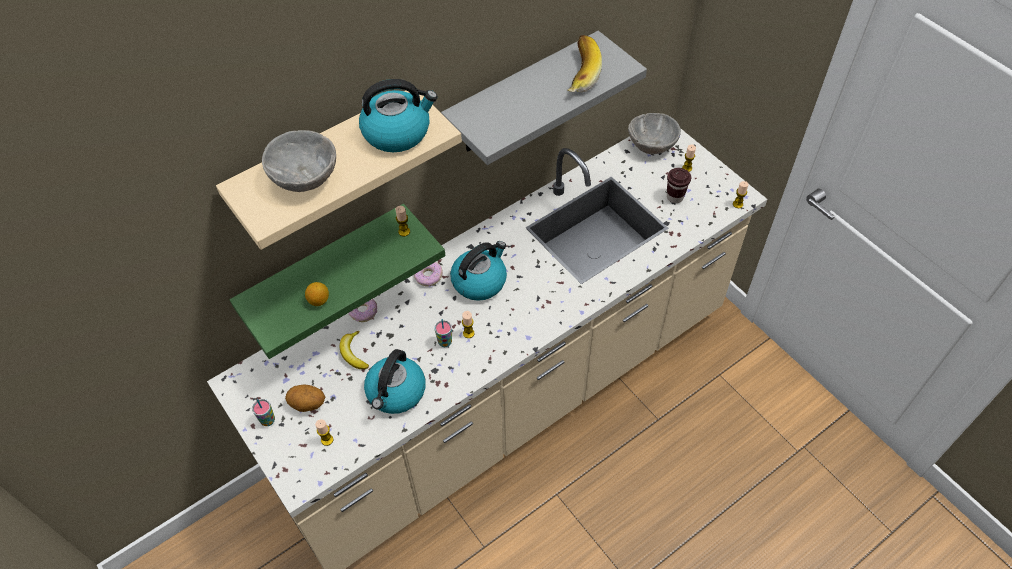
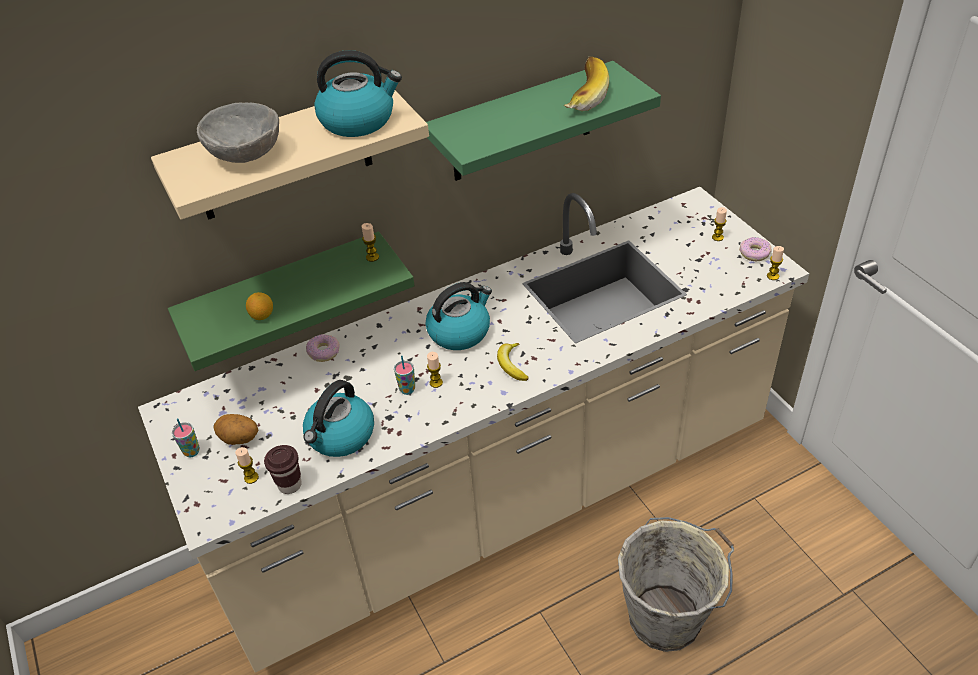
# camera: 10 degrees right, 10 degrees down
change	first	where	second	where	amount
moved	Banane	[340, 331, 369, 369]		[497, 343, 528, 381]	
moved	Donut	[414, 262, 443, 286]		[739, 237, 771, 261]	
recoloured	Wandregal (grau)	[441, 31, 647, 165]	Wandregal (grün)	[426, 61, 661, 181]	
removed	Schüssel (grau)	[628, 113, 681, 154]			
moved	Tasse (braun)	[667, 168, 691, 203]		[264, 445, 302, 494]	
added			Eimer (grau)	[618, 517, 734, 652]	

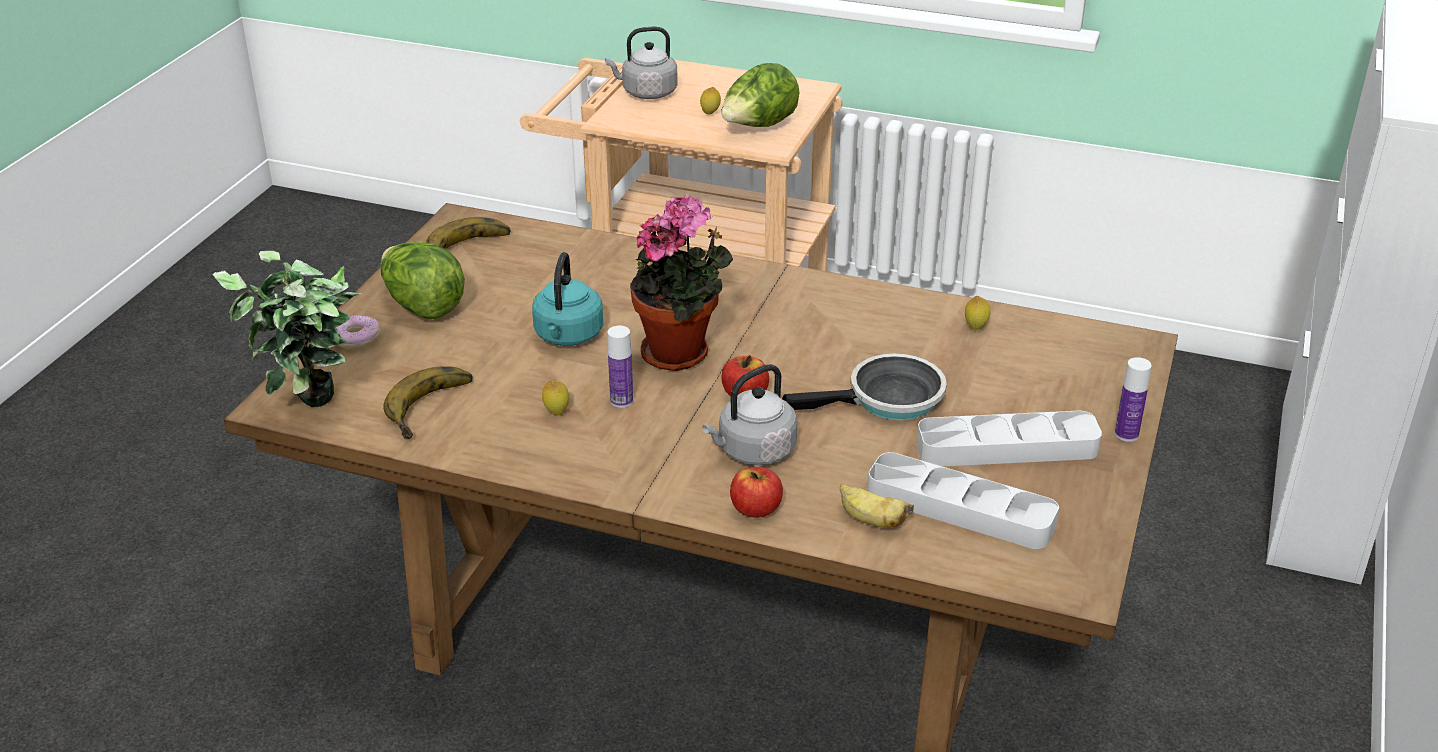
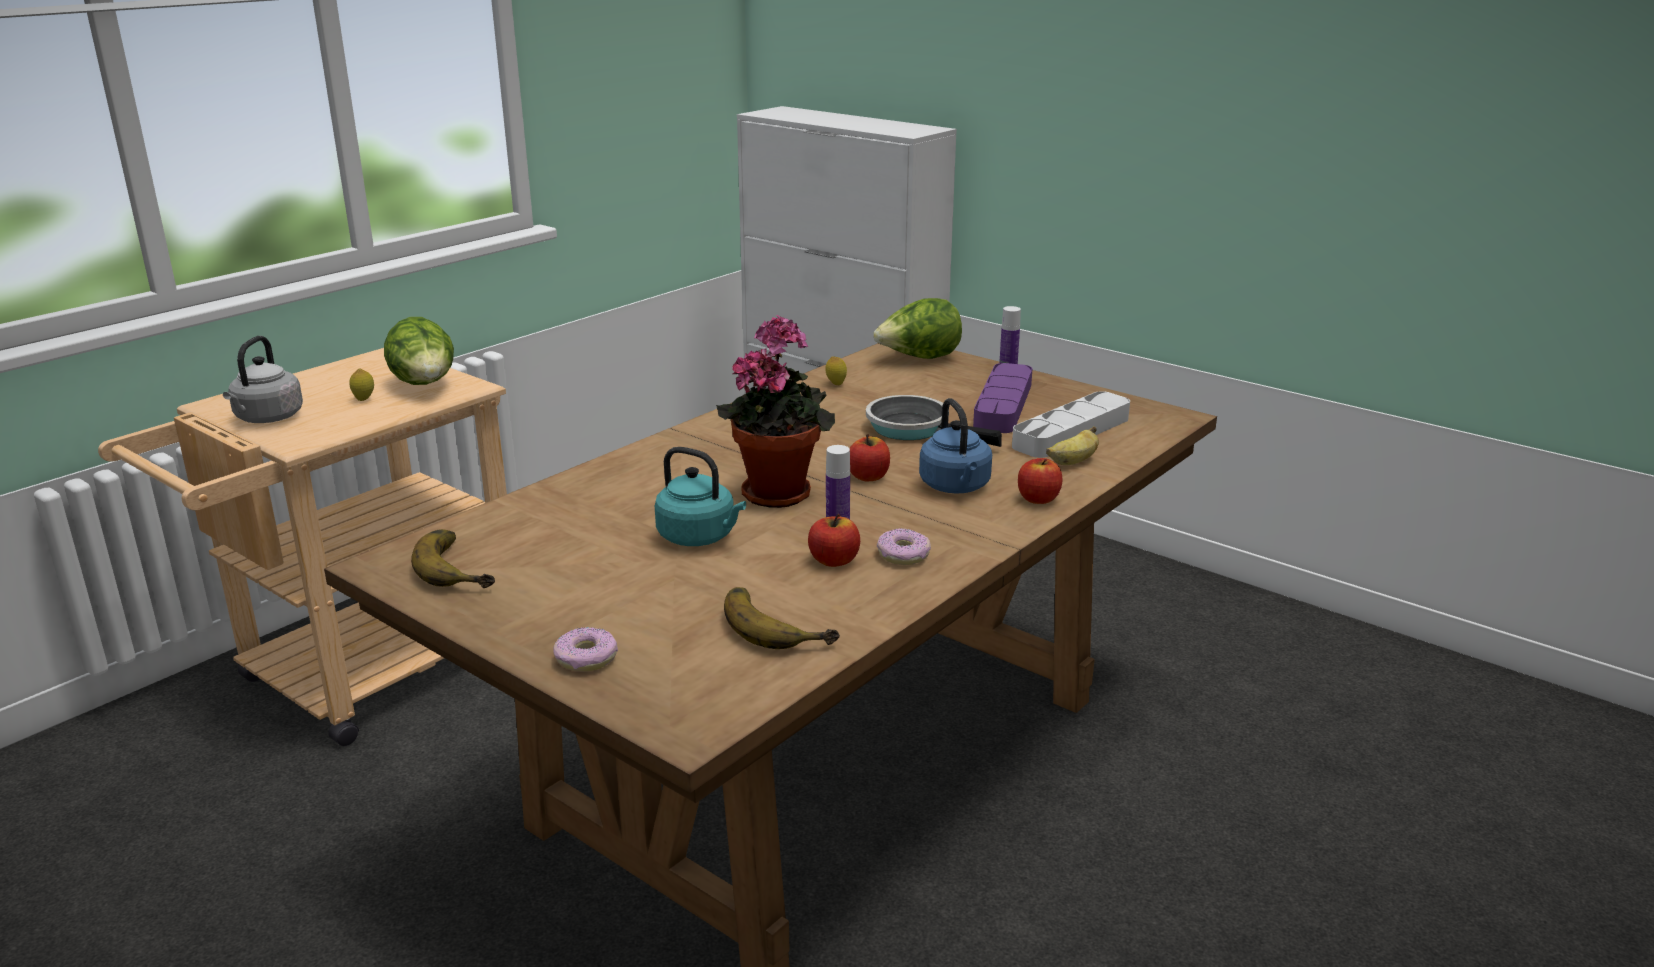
# camera: 70 degrees left, 10 degrees down
change	first	where	second	where	amount
removed	Topfpflanze	[213, 251, 362, 407]			
moved	Salatkopf	[381, 241, 465, 320]		[873, 298, 962, 359]	
replaced	Zitrone	[542, 380, 569, 415]	Apfel	[808, 514, 860, 567]	
recoloured	Wasserkessel (grau)	[702, 364, 797, 465]	Wasserkessel (blau)	[919, 398, 992, 494]	
turned	Pfanne	[782, 354, 947, 420]		[866, 395, 1002, 447]	60 degrees counterclockwise
recoloured	Tablett (grau)	[917, 411, 1102, 466]	Tablett (lila)	[973, 363, 1033, 433]	
added			Donut	[877, 528, 931, 565]	

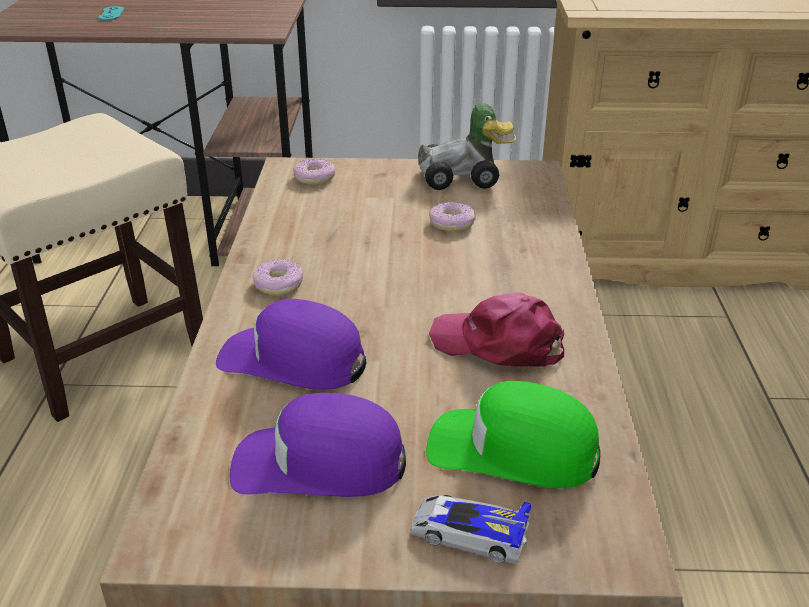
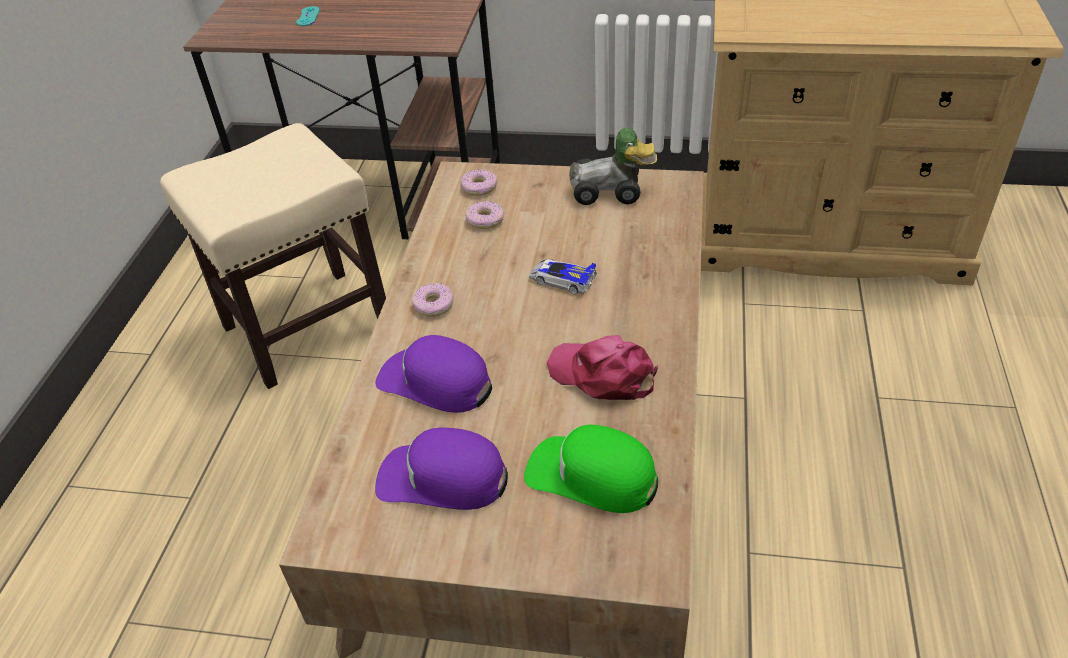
# camera: 10 degrees right, 10 degrees up
change	first	where	second	where	amount
moved	Spielzeugauto	[411, 495, 531, 564]		[529, 259, 597, 295]	
moved	Donut	[429, 202, 476, 231]		[465, 201, 504, 229]	

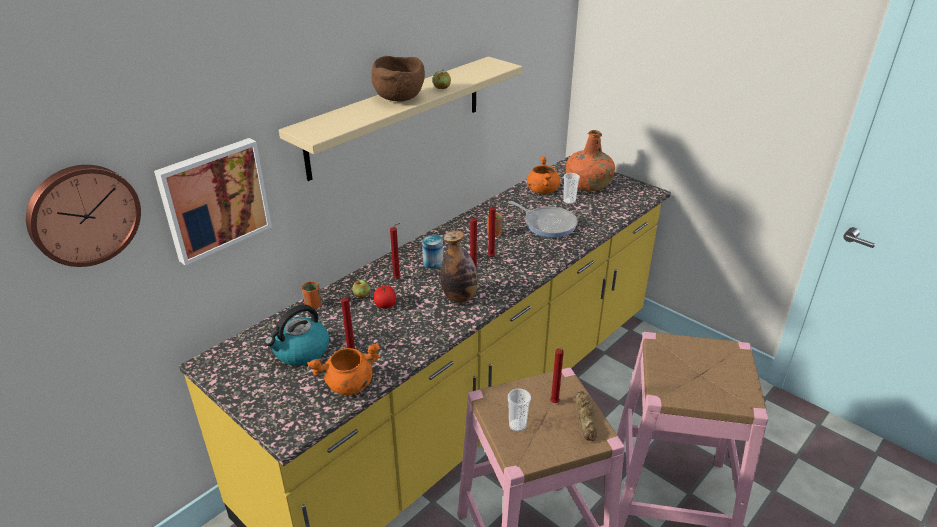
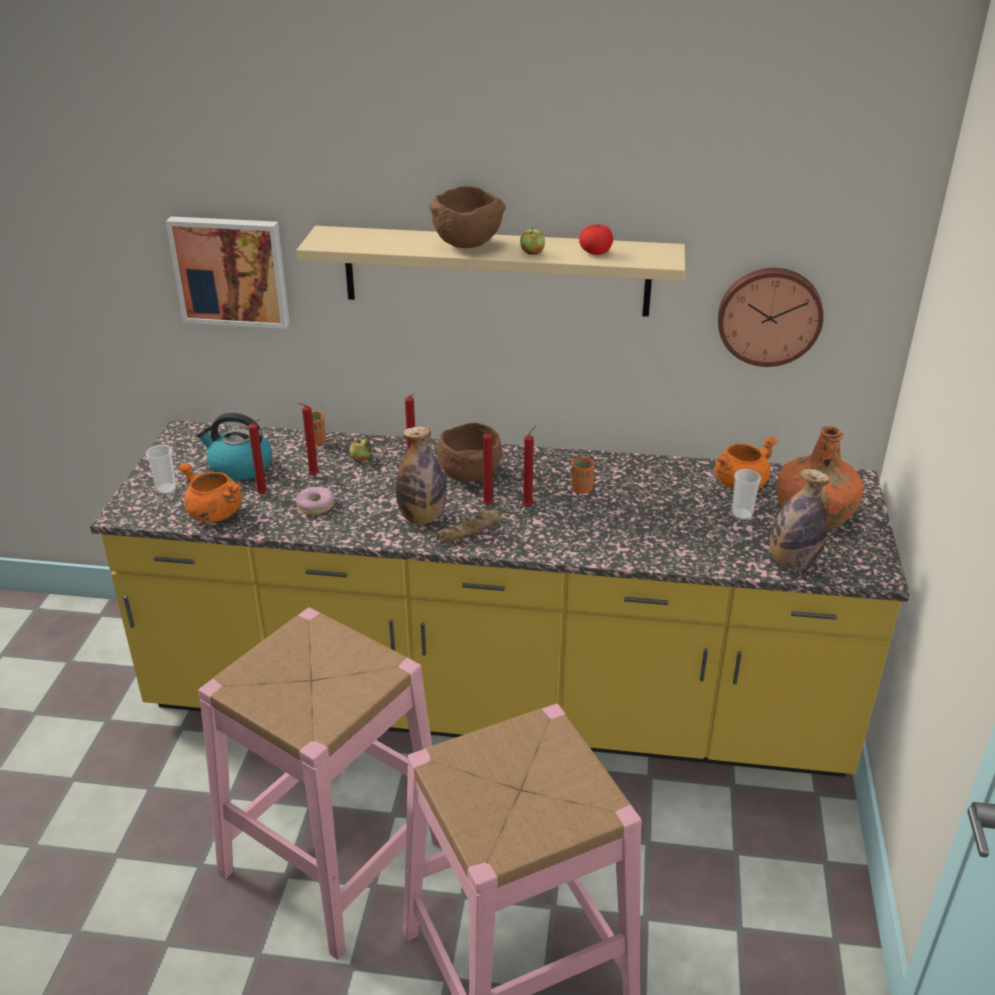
# camera: 55 degrees right, 0 degrees up
change	first	where	second	where	amount
moved	Wanduhr	[26, 165, 141, 267]		[718, 268, 824, 367]	
moved	Tomate	[374, 286, 396, 308]		[579, 224, 613, 255]	
replaced	Dose	[422, 235, 443, 269]	Schüssel (braun)	[437, 422, 502, 482]	
removed	Pfanne	[508, 201, 578, 238]			
moved	Tasse	[508, 388, 531, 432]		[146, 445, 177, 495]	
moved	Kerze (rot)	[550, 348, 564, 403]		[298, 403, 319, 476]	
moved	Brot	[575, 391, 597, 441]		[436, 510, 502, 543]	
added			Donut	[296, 487, 334, 515]	
added			Flasche	[770, 469, 830, 570]	

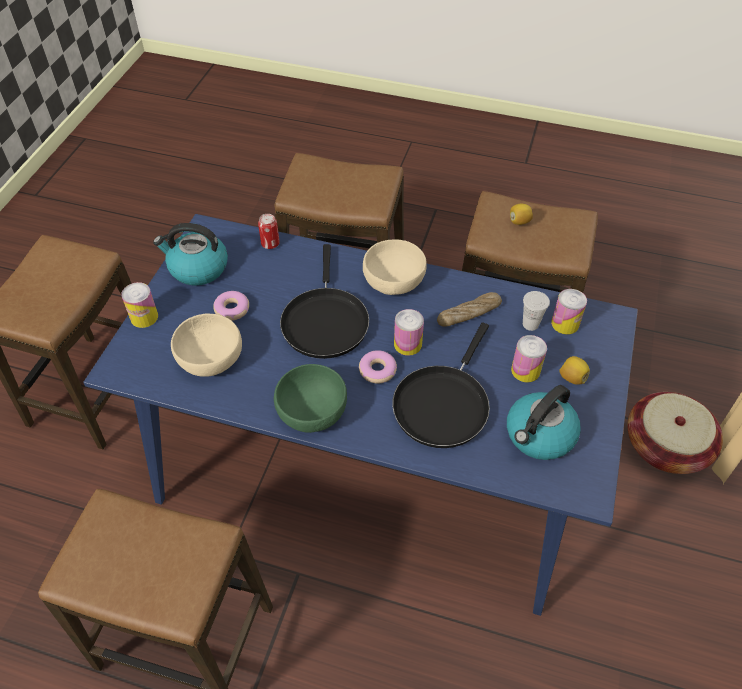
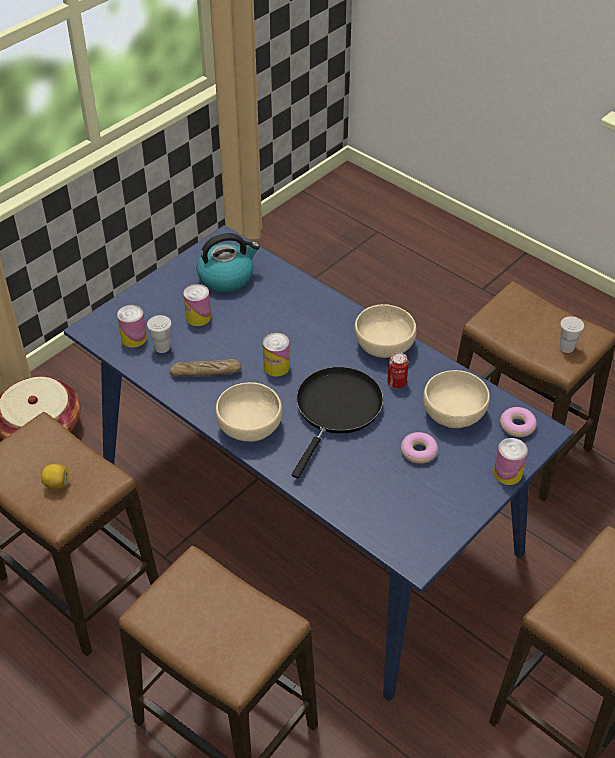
# camera: 155 degrees left, 5 degrees down
change	first	where	second	where	amount
removed	Wasserkessel	[153, 223, 228, 286]			
moved	Dose	[258, 214, 280, 249]		[387, 352, 409, 388]	
recoloured	Schüssel (grün)	[274, 364, 347, 433]	Schüssel (beige)	[354, 304, 417, 358]	
moved	Donut	[359, 350, 397, 383]		[500, 407, 537, 437]	
removed	Pfanne (schwarz)	[392, 322, 490, 448]			
removed	Zitrone	[559, 356, 590, 385]			
added			Tasse (weiß)	[560, 316, 584, 353]	

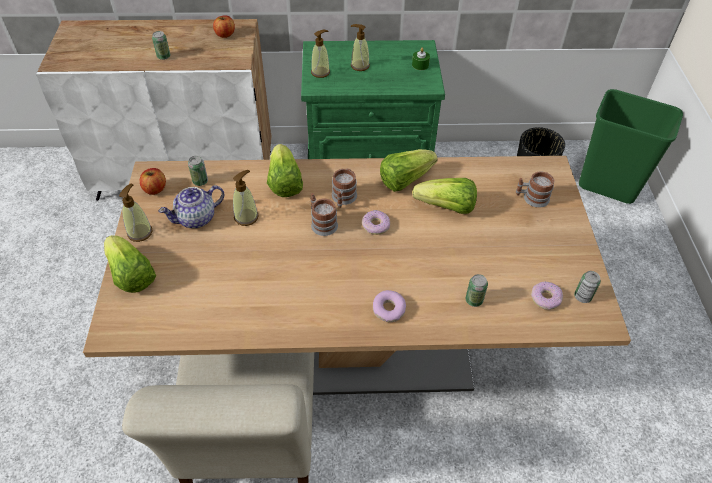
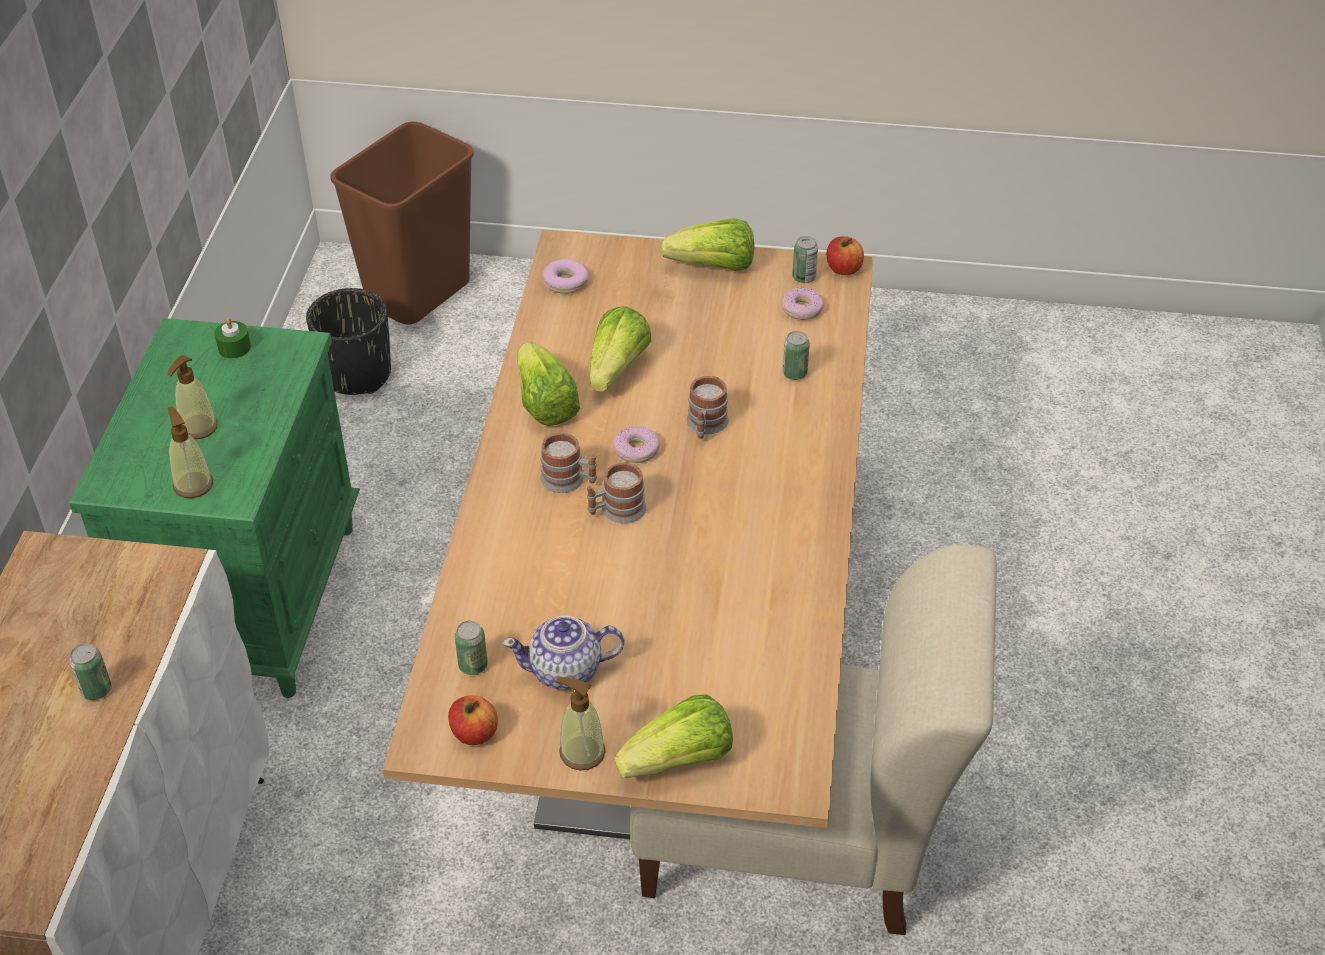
# camera: 80 degrees left, 5 degrees down
change	first	where	second	where	amount
turned	Teekanne	[158, 185, 224, 228]		[502, 616, 625, 690]	105 degrees clockwise
moved	Apfel	[213, 15, 235, 38]		[827, 236, 864, 275]	
removed	Seifenspender	[233, 170, 259, 226]			
moved	Salatkopf	[267, 144, 303, 197]		[661, 218, 754, 271]	
moved	Donut	[373, 290, 406, 322]		[542, 259, 589, 294]	
moved	Henkelbecher	[516, 171, 555, 208]		[687, 376, 729, 439]	
recoloured	Mülleimer (grün)	[579, 89, 683, 204]	Mülleimer (braun)	[330, 121, 474, 325]	

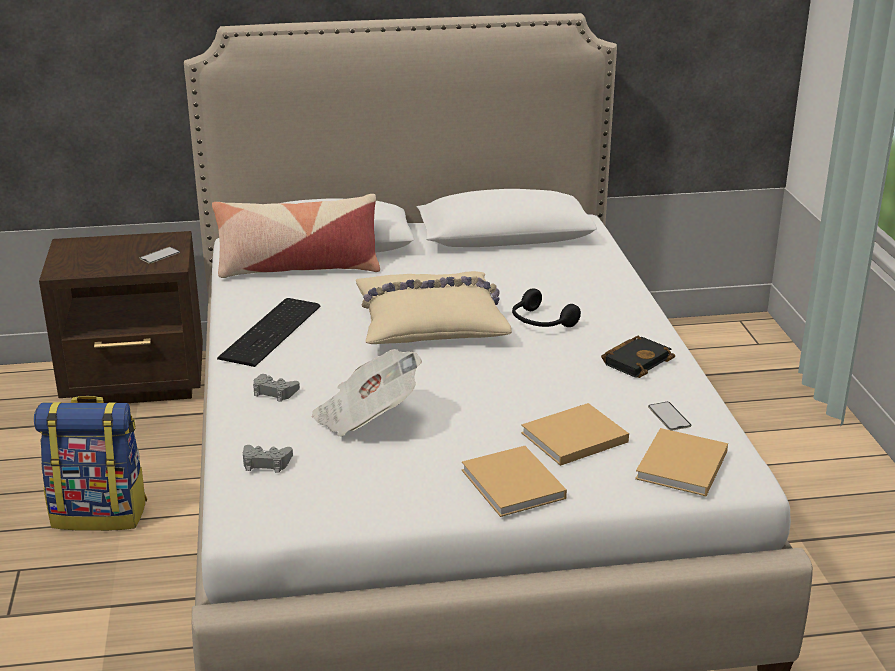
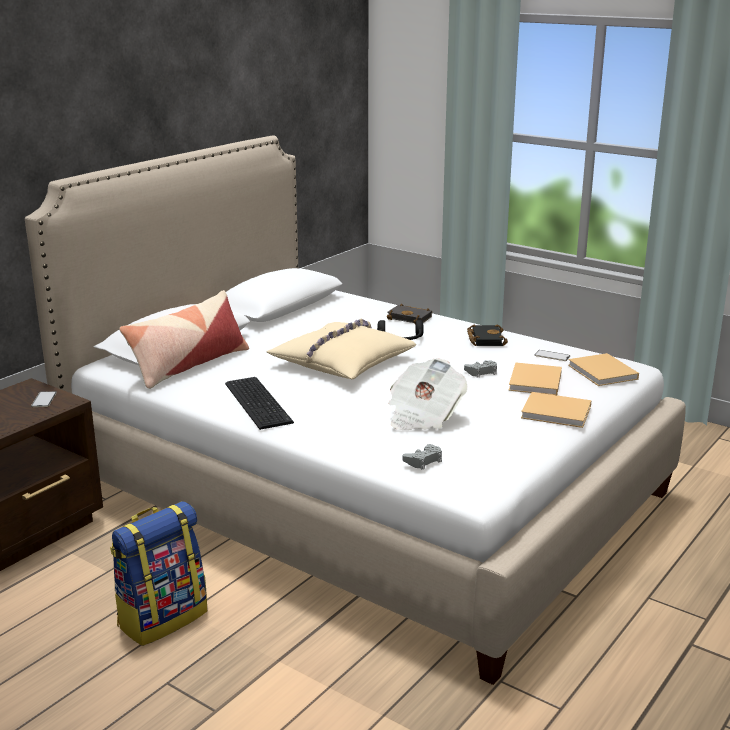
# camera: 45 degrees left, 5 degrees down
change	first	where	second	where	amount
moved	Gamepad (grau)	[253, 374, 300, 402]		[464, 360, 497, 378]	
added			Buch (schwarz)	[387, 304, 432, 324]	

